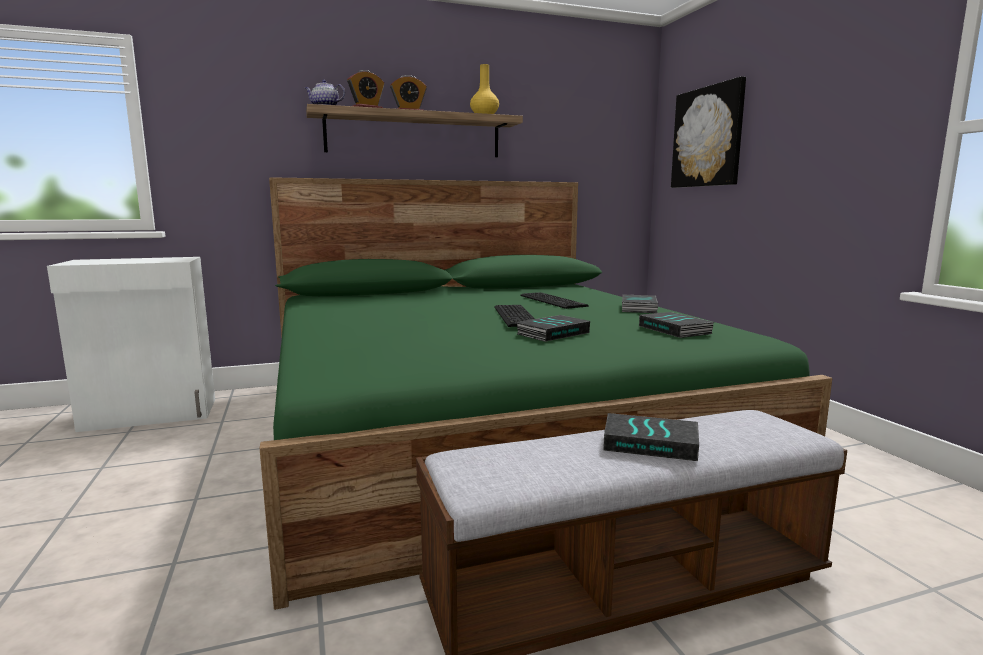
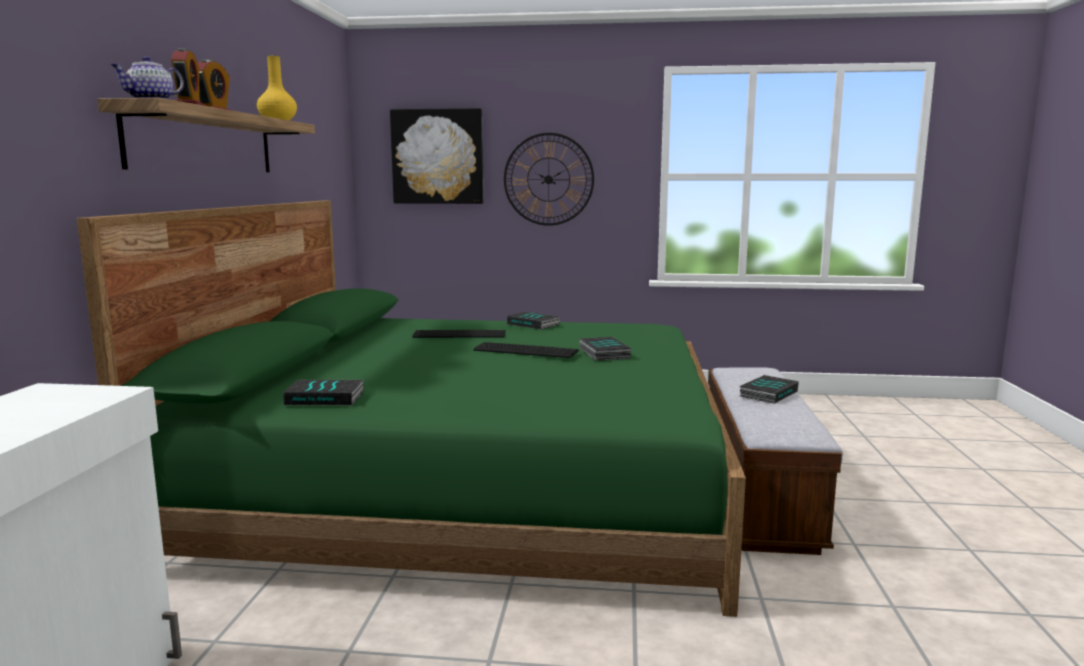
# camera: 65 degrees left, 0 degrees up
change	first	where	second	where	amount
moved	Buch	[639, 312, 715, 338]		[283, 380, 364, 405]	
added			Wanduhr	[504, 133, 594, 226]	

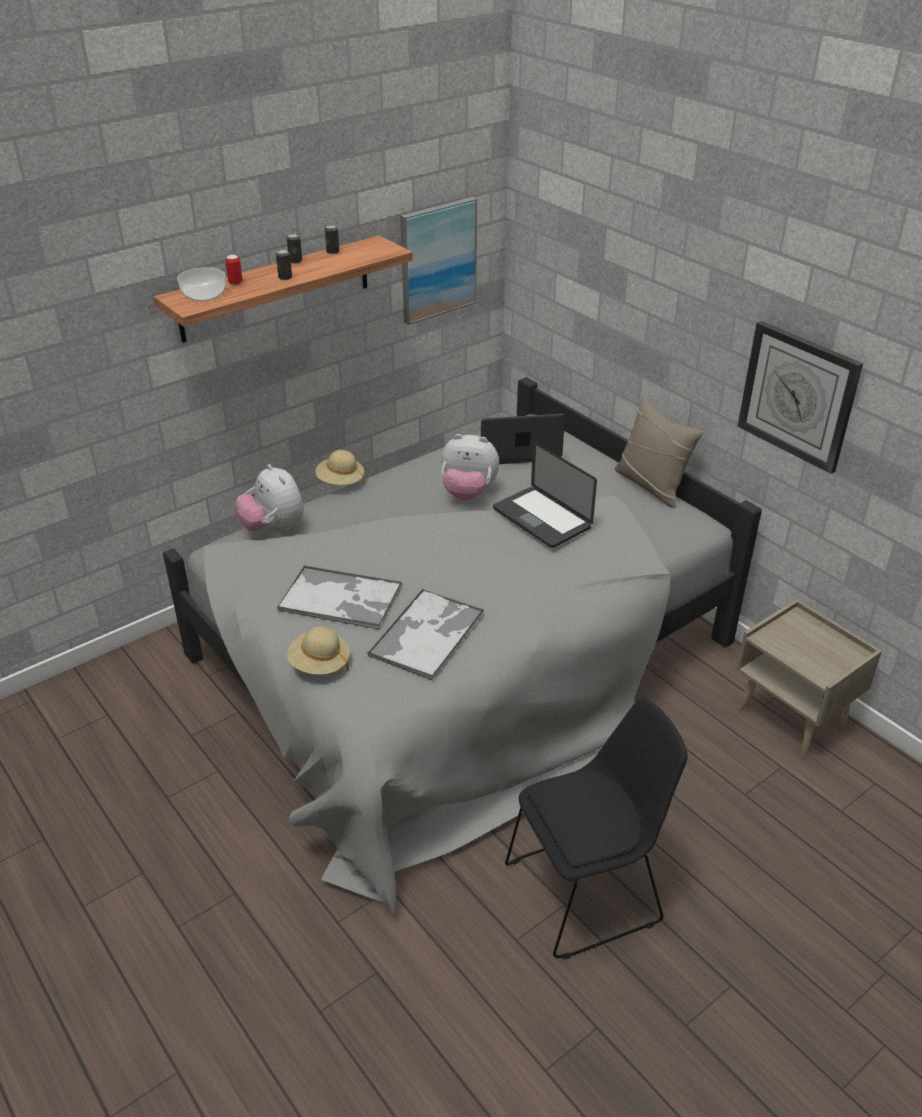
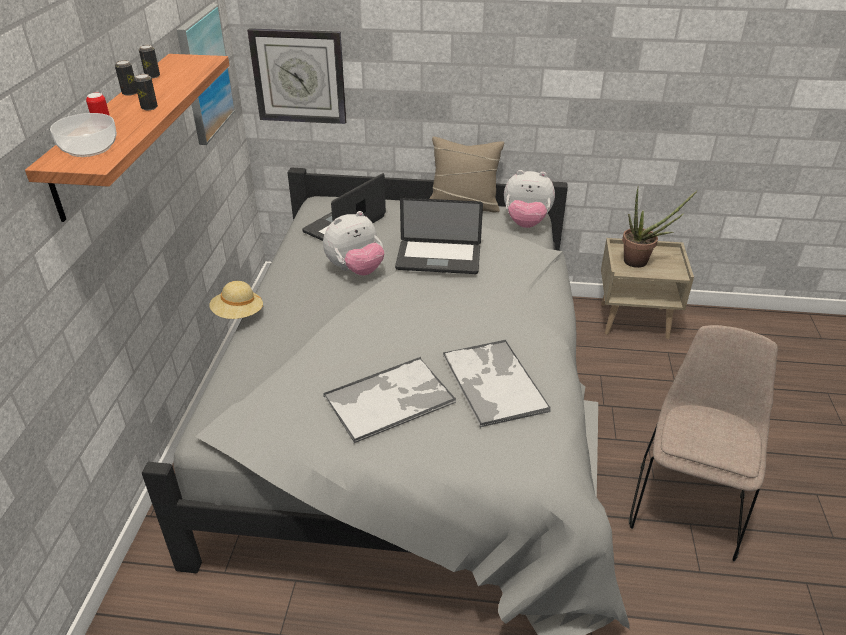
# camera: 45 degrees left, 0 degrees up
change	first	where	second	where	amount
moved	Plüschtier	[236, 464, 304, 532]		[504, 170, 555, 228]	
removed	Hut (beige)	[287, 627, 350, 675]			
recoloured	Stuhl (schwarz)	[505, 697, 688, 959]	Stuhl (beige)	[629, 325, 778, 561]	
moved	Wanduhr	[737, 321, 863, 474]		[247, 28, 347, 124]	
added			Topfpflanze	[622, 186, 697, 268]	

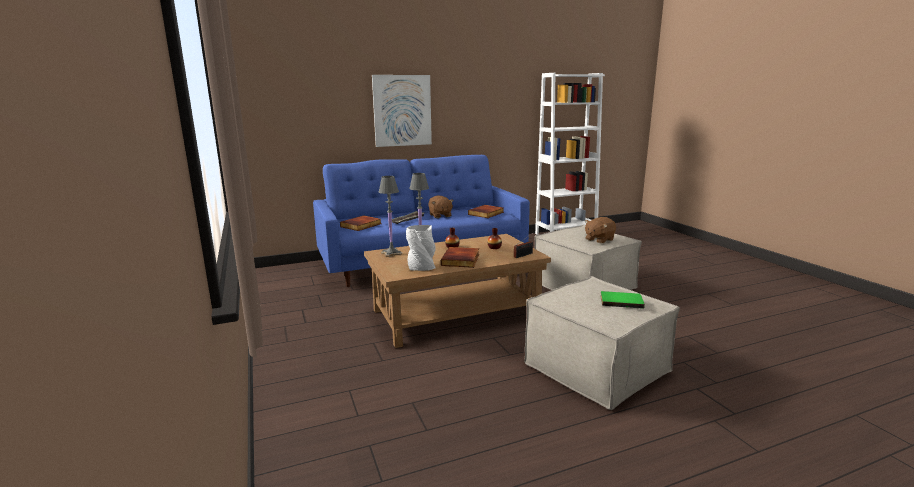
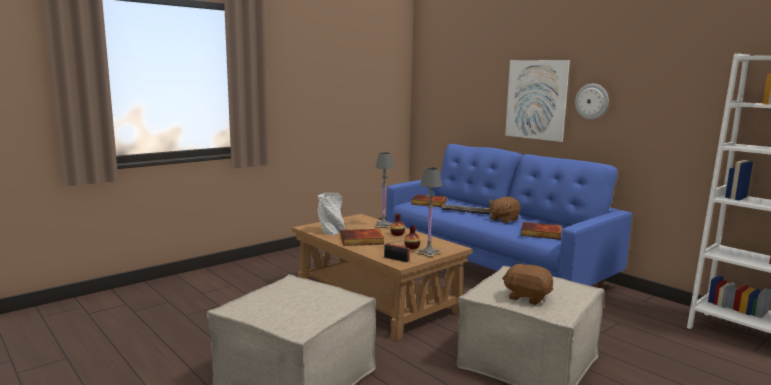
# camera: 70 degrees right, 5 degrees down
change	first	where	second	where	amount
moved	Tischlampe (grau)	[378, 176, 402, 257]		[417, 167, 442, 258]	
removed	Buch (grün)	[600, 291, 645, 309]			
added			Wanduhr	[575, 84, 609, 120]	

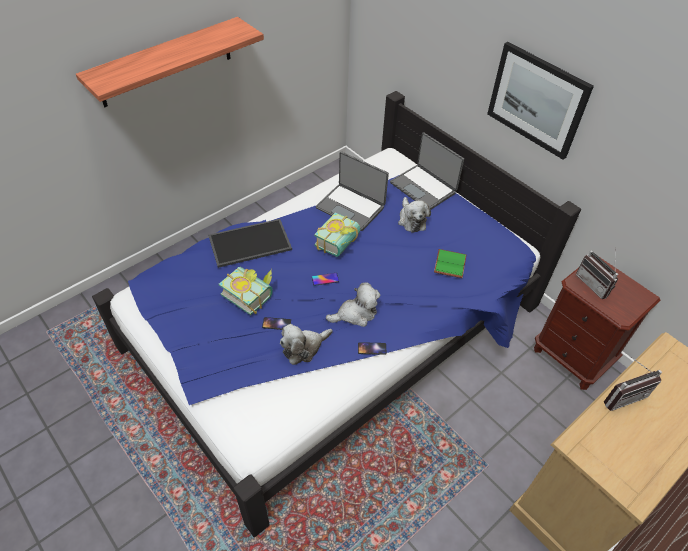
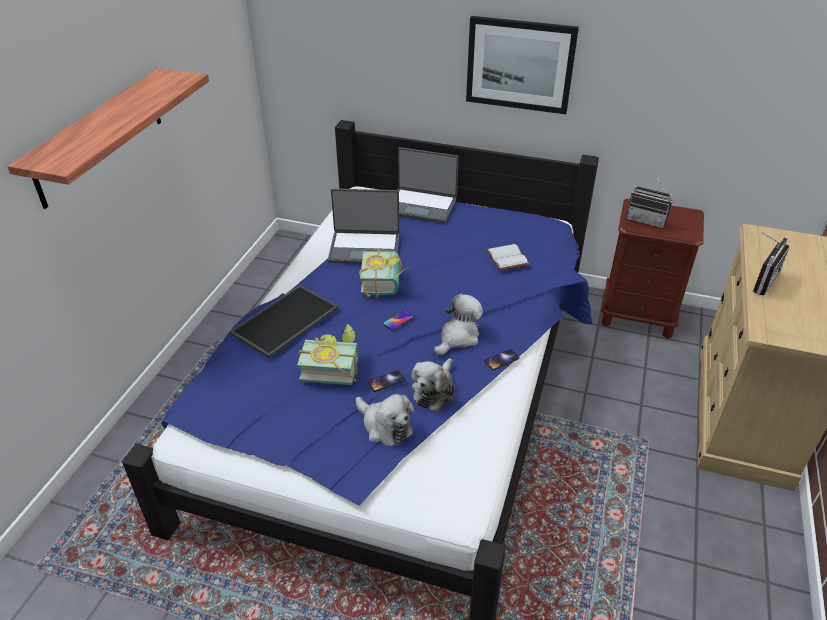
# camera: 30 degrees left, 10 degrees down
change	first	where	second	where	amount
moved	Plüschtier	[398, 197, 431, 233]		[356, 394, 414, 446]	
recoloured	Buch (grün)	[434, 249, 466, 278]	Buch (weiß)	[486, 244, 529, 270]	

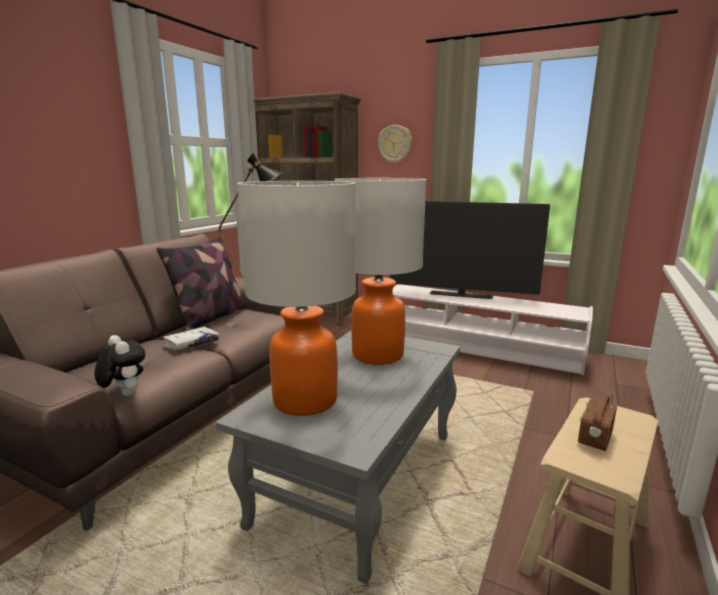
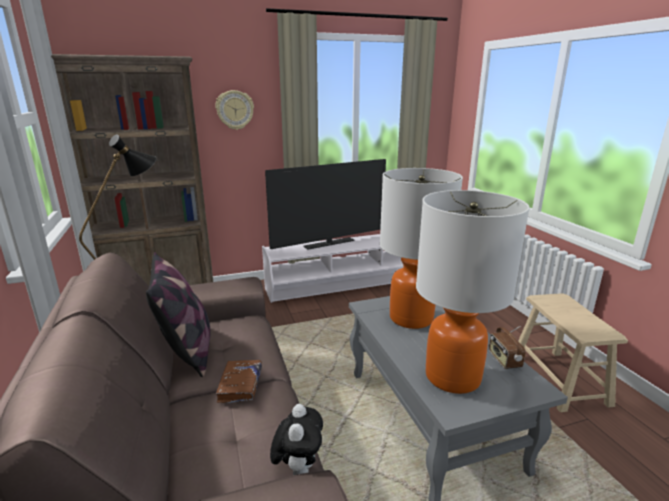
# camera: 45 degrees left, 5 degrees up
change	first	where	second	where	amount
turned	Plüschtier	[95, 335, 146, 396]		[270, 404, 323, 475]	90 degrees clockwise
recoloured	Buch (weiß)	[162, 327, 219, 351]	Buch (braun)	[216, 360, 262, 403]	
moved	Radio	[578, 391, 617, 451]		[489, 326, 526, 369]	

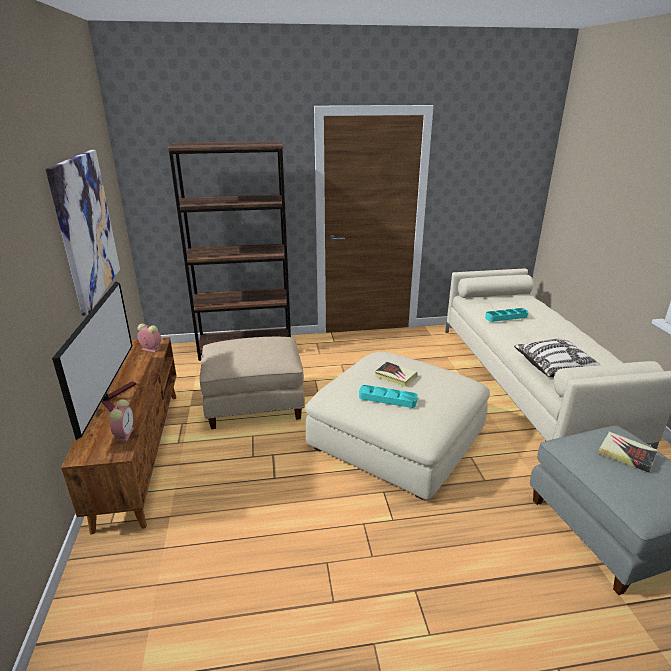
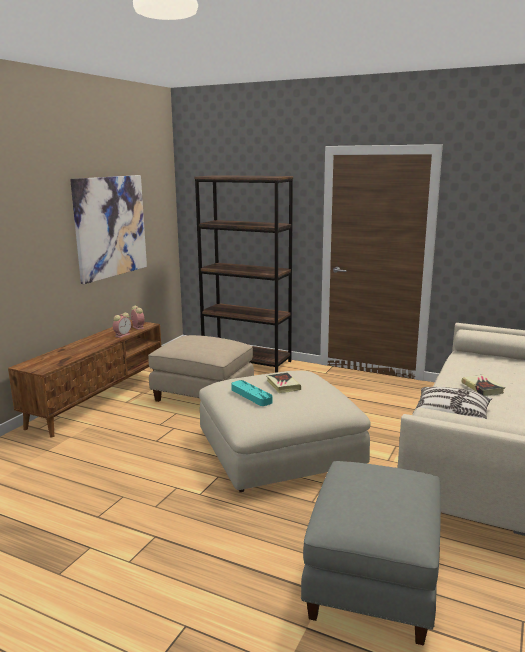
# camera: 35 degrees right, 10 degrees down
change	first	where	second	where	amount
removed	Fernseher	[52, 281, 136, 440]			
moved	Wecker	[110, 399, 134, 442]		[113, 313, 131, 338]	
removed	Tablett (türkis)	[485, 308, 528, 322]			
moved	Buch	[598, 432, 658, 473]		[461, 375, 505, 396]	

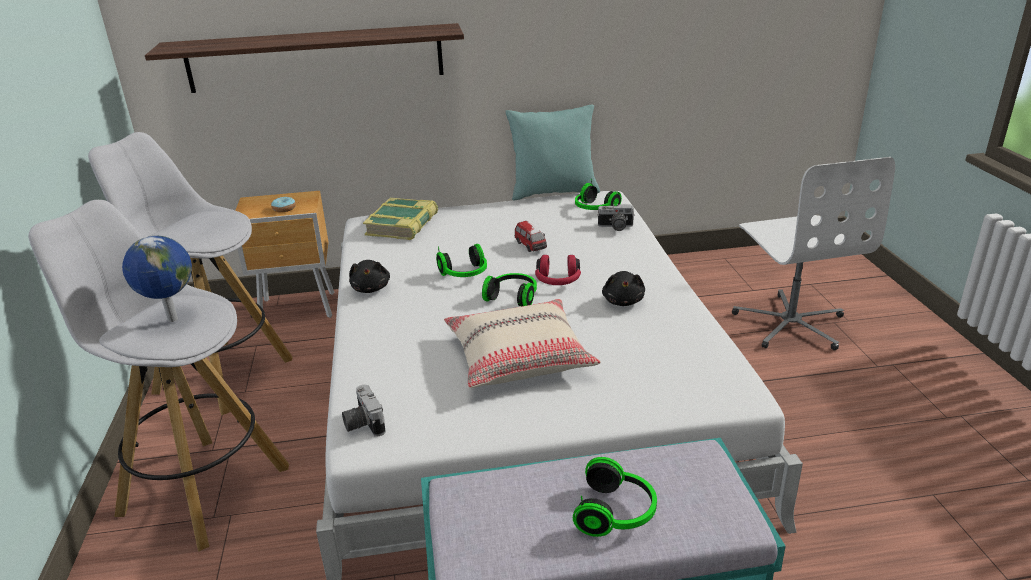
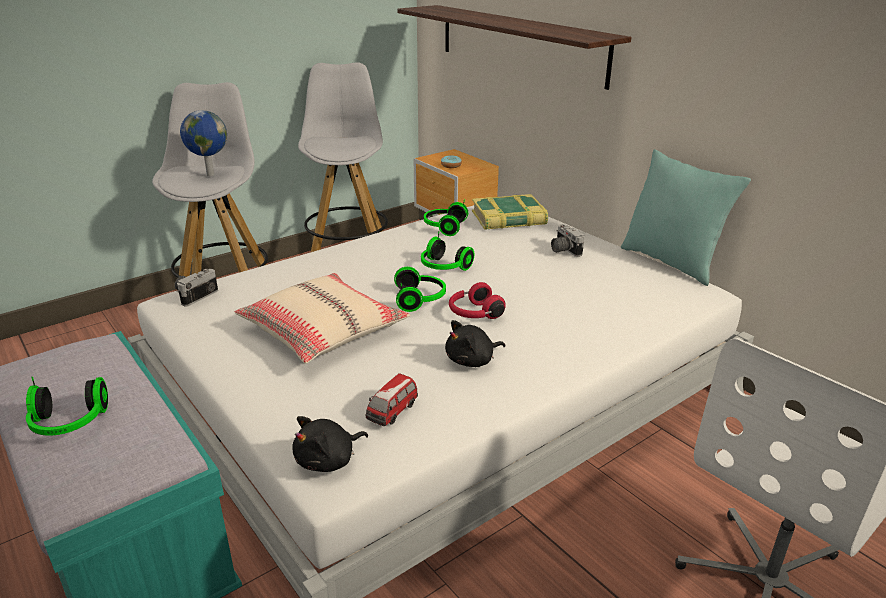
# camera: 60 degrees right, 0 degrees up
change	first	where	second	where	amount
moved	Plüschtier (schwarz)	[349, 260, 390, 293]		[292, 416, 368, 472]	
moved	Spielzeugauto	[515, 221, 547, 252]		[365, 373, 418, 426]	
moved	Kopfhörer	[575, 178, 622, 210]		[424, 200, 468, 236]	
moved	Kamera	[597, 204, 635, 231]		[551, 224, 584, 257]	

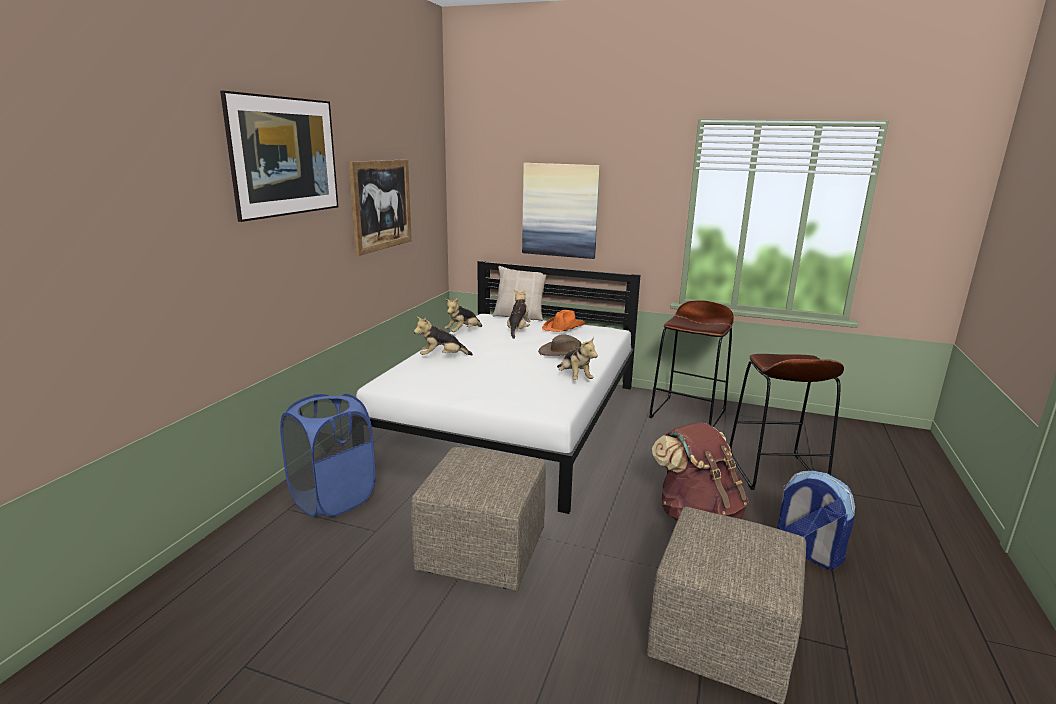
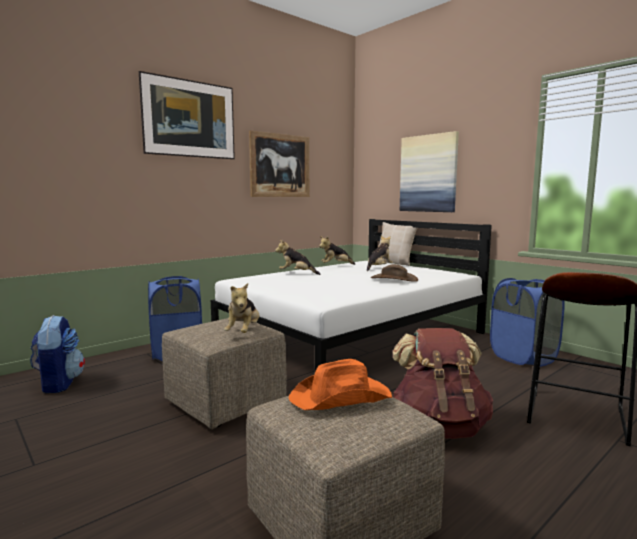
# camera: 30 degrees right, 10 degrees down
change	first	where	second	where	amount
moved	Hut (orange)	[542, 310, 586, 332]		[289, 359, 392, 410]	
moved	Plüschtier	[557, 337, 598, 380]		[224, 283, 259, 333]	
replaced	Hocker (braun)	[649, 300, 734, 427]	Wäschekorb (blau)	[490, 278, 565, 367]	
moved	Rucksack	[777, 471, 855, 569]		[30, 315, 85, 393]	

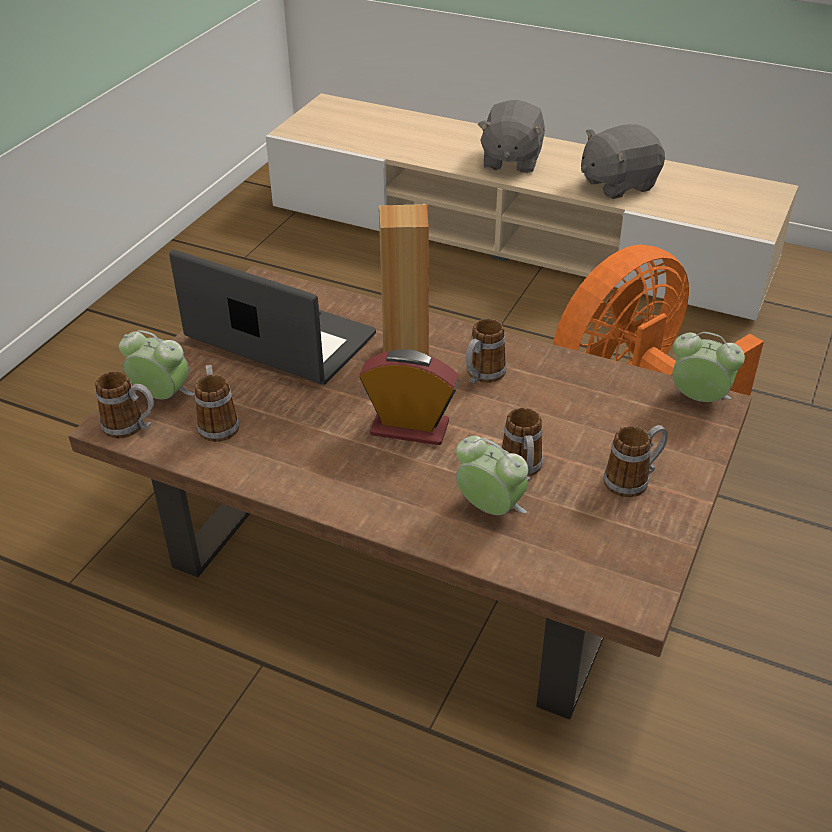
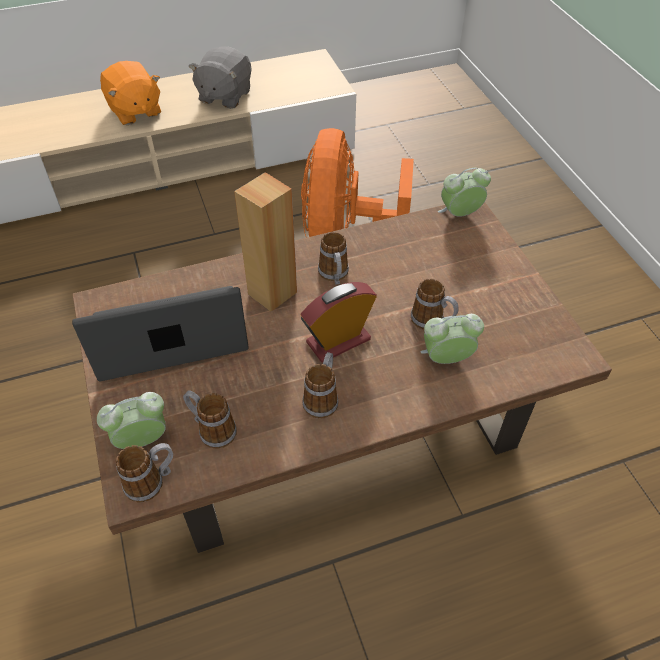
# camera: 45 degrees left, 10 degrees up
change	first	where	second	where	amount
recoloured	Plüschtier (grau)	[478, 100, 545, 173]	Plüschtier (orange)	[100, 61, 161, 125]	
moved	Henkelbecher	[604, 425, 668, 497]		[302, 352, 338, 419]	

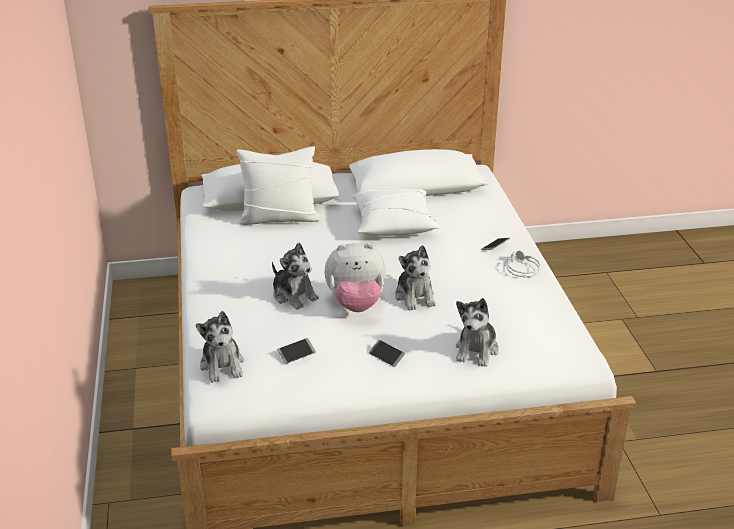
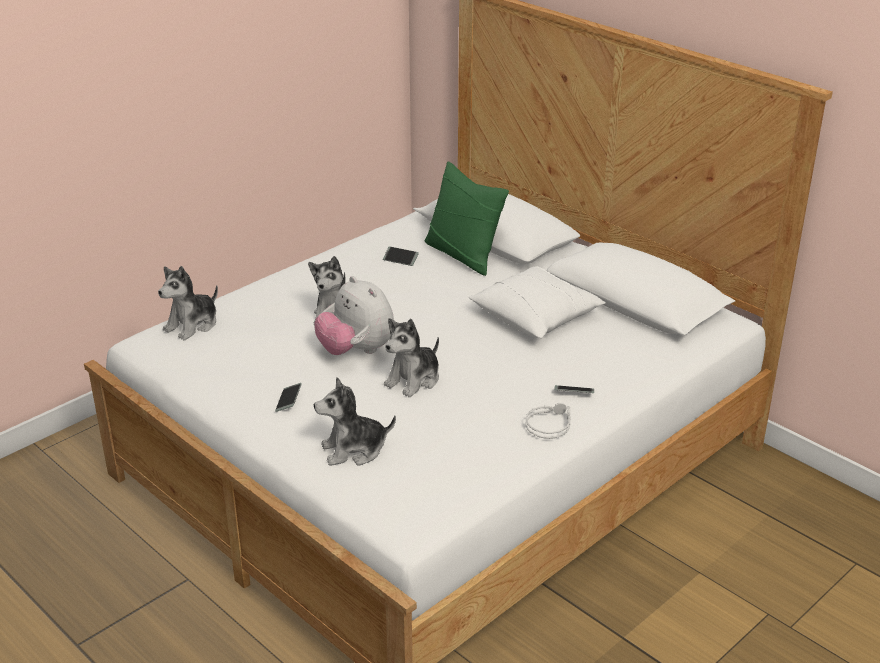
# camera: 55 degrees right, 0 degrees up
change	first	where	second	where	amount
recoloured	Kissen (weiß)	[236, 146, 320, 225]	Kissen (grün)	[425, 161, 509, 276]	
moved	Handy	[278, 338, 316, 364]		[383, 246, 419, 266]	

